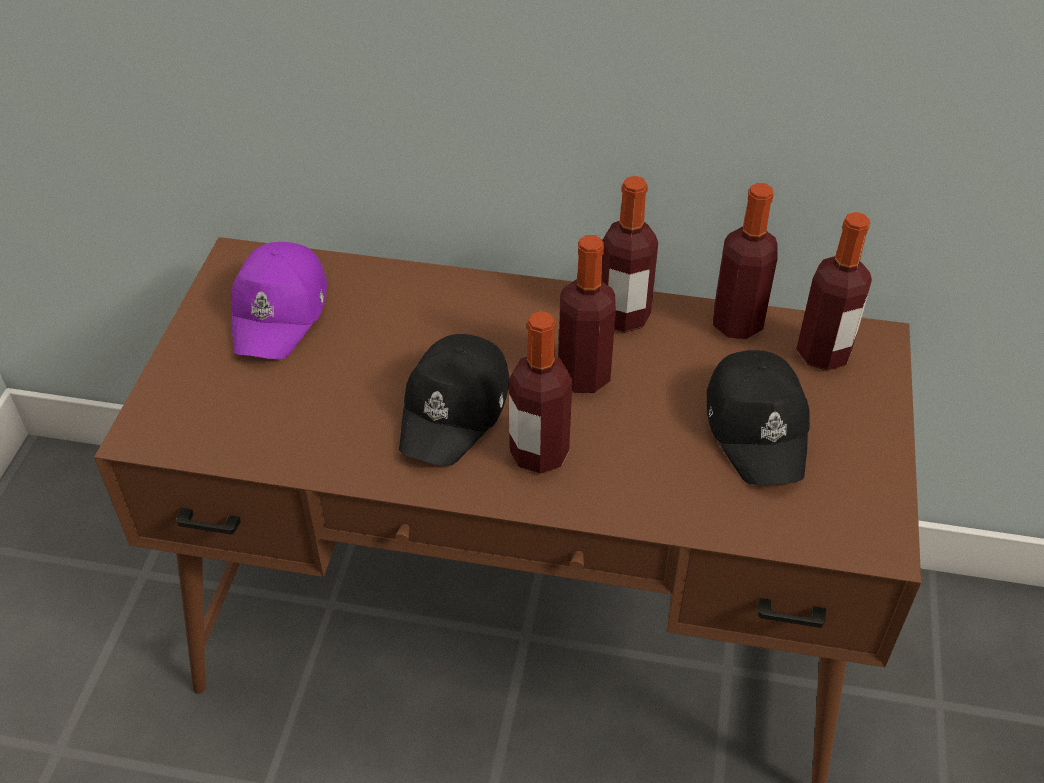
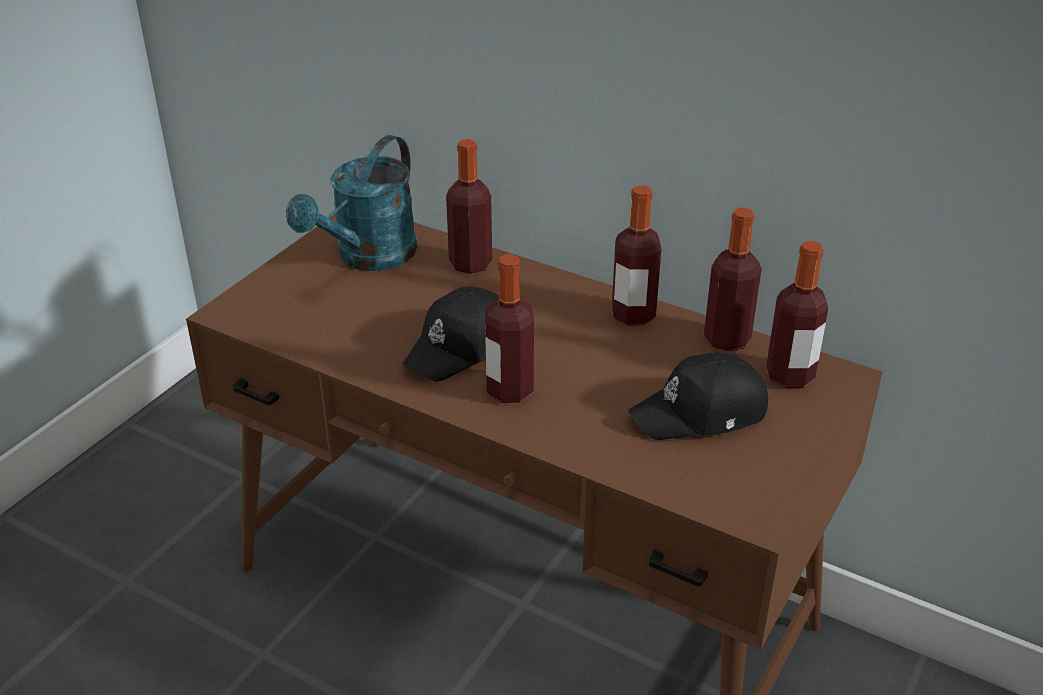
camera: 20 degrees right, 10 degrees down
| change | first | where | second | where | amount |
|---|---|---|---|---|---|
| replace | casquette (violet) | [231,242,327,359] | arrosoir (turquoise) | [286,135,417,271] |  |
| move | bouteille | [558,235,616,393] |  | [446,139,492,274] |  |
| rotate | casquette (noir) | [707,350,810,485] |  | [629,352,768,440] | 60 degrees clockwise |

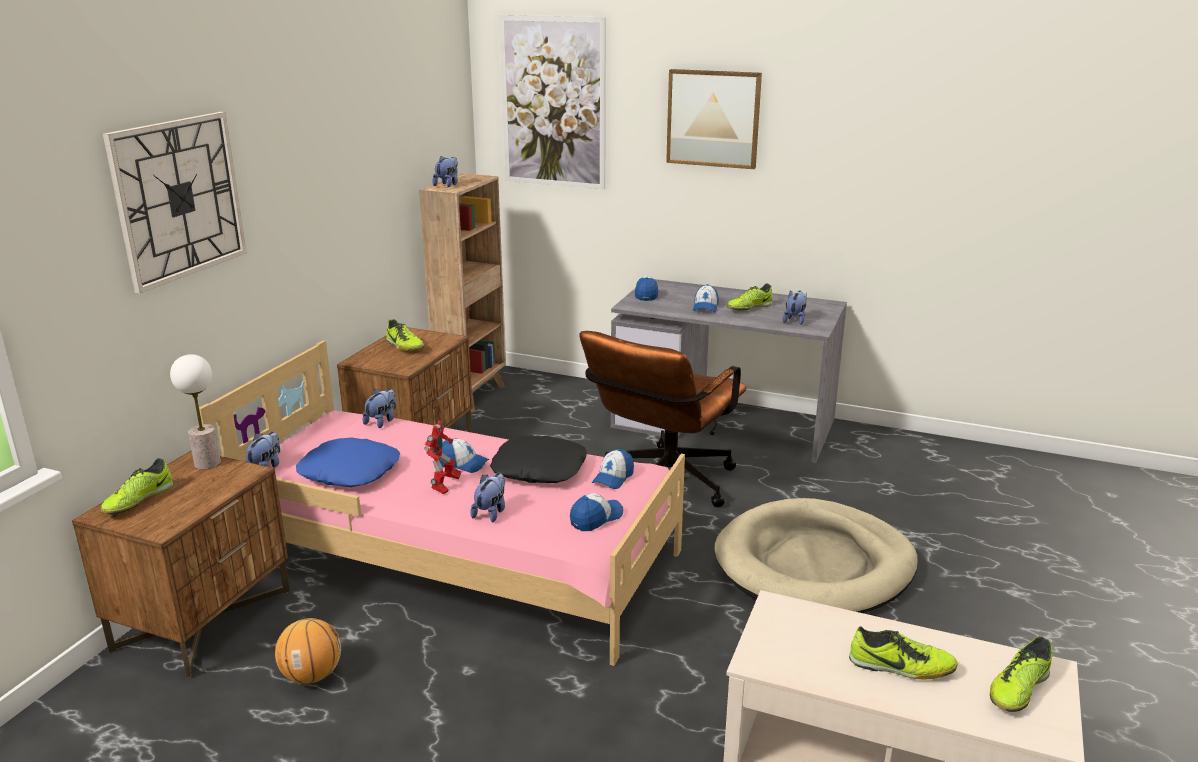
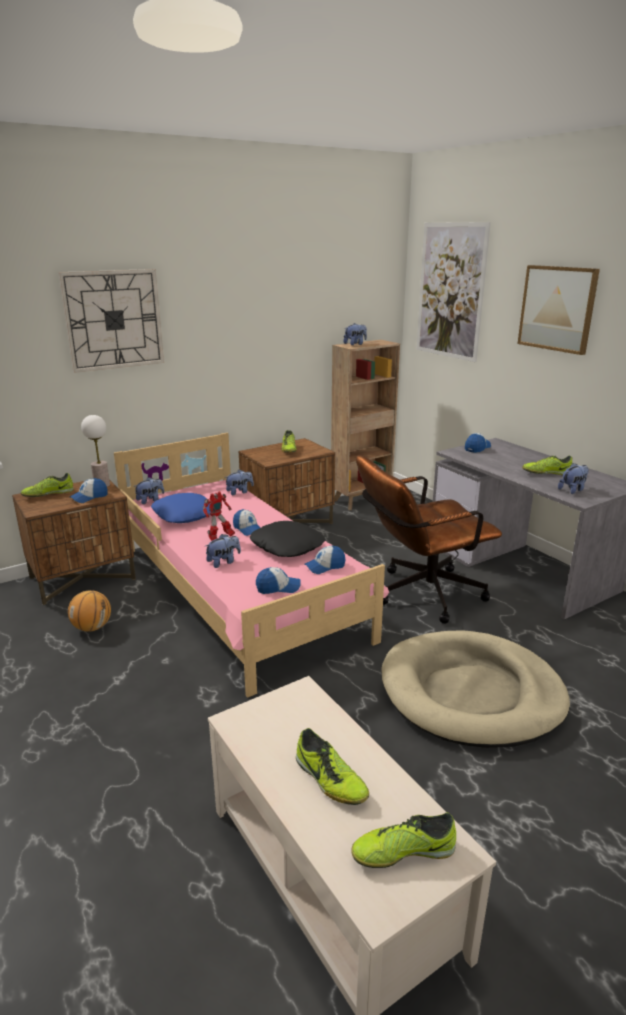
camera: 35 degrees right, 0 degrees up
| change | first | where | second | where | amount |
|---|---|---|---|---|---|
| move | casquette | [693,284,719,312] |  | [70,478,108,503] |  |

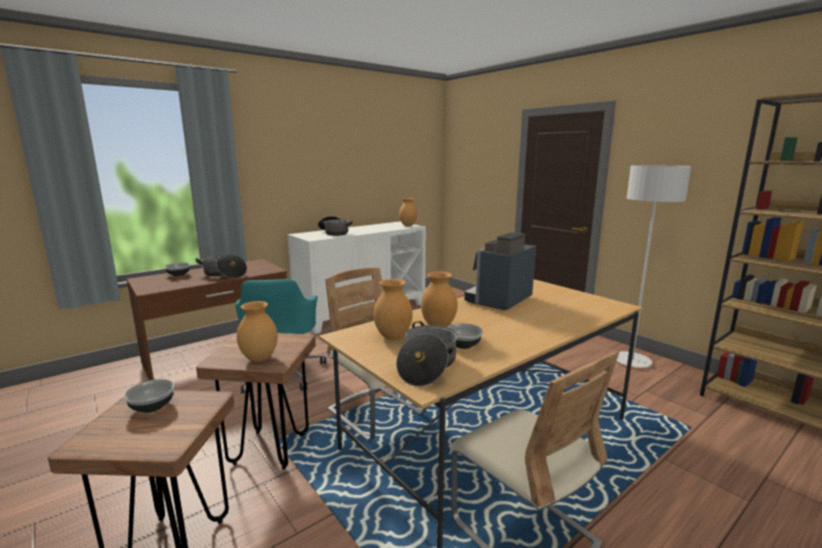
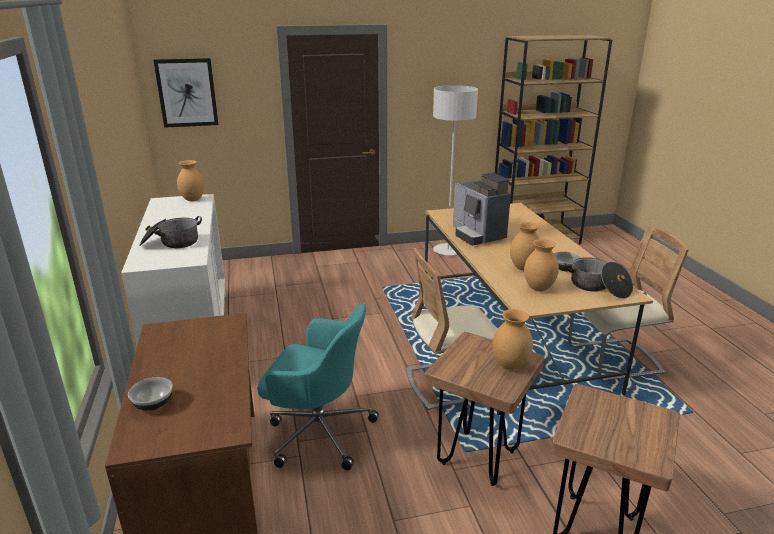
camera: 65 degrees left, 10 degrees up
| change | first | where | second | where | amount |
|---|---|---|---|---|---|
| delete | bol | [124,379,175,413] |  |  |  |
| delete | marmite | [195,254,247,278] |  |  |  |
| insert |  |  | tableau | [153,58,219,128] |  |

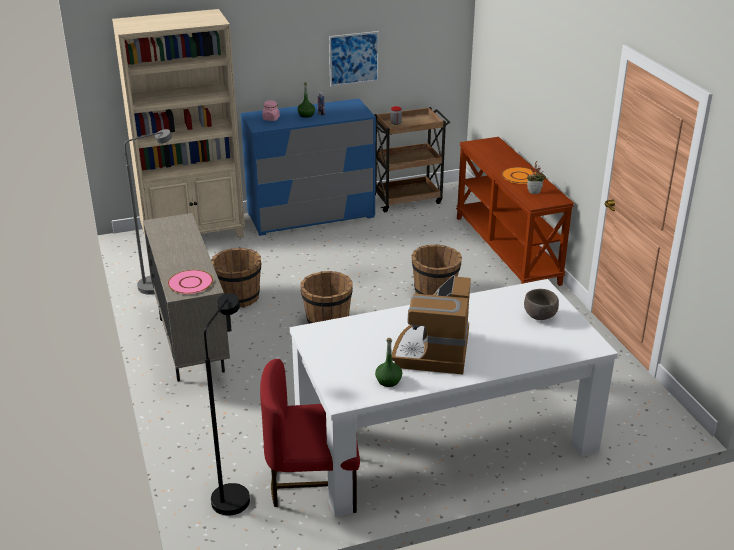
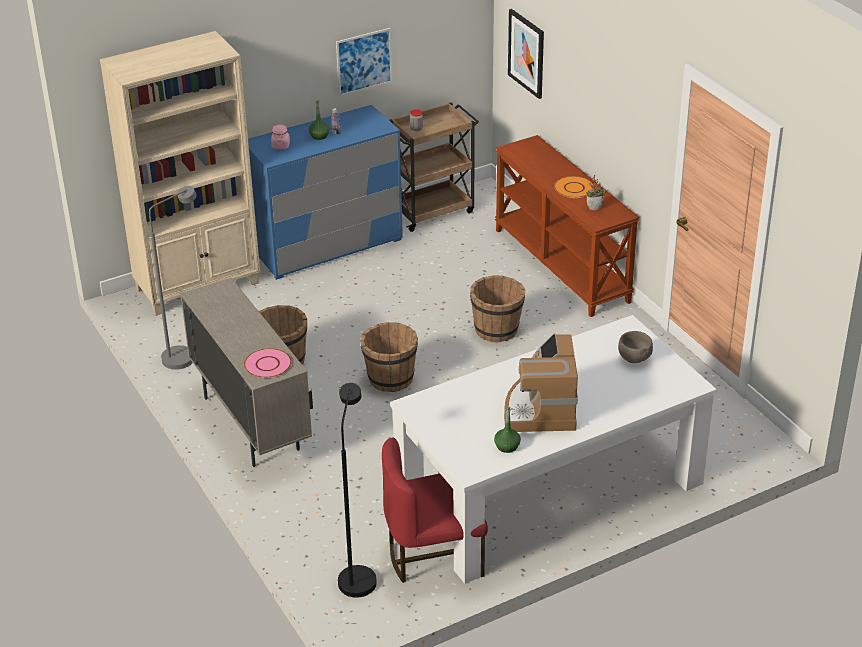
camera: 10 degrees left, 5 degrees up
| change | first | where | second | where | amount |
|---|---|---|---|---|---|
| insert |  |  | tableau | [508,9,544,99] |  |

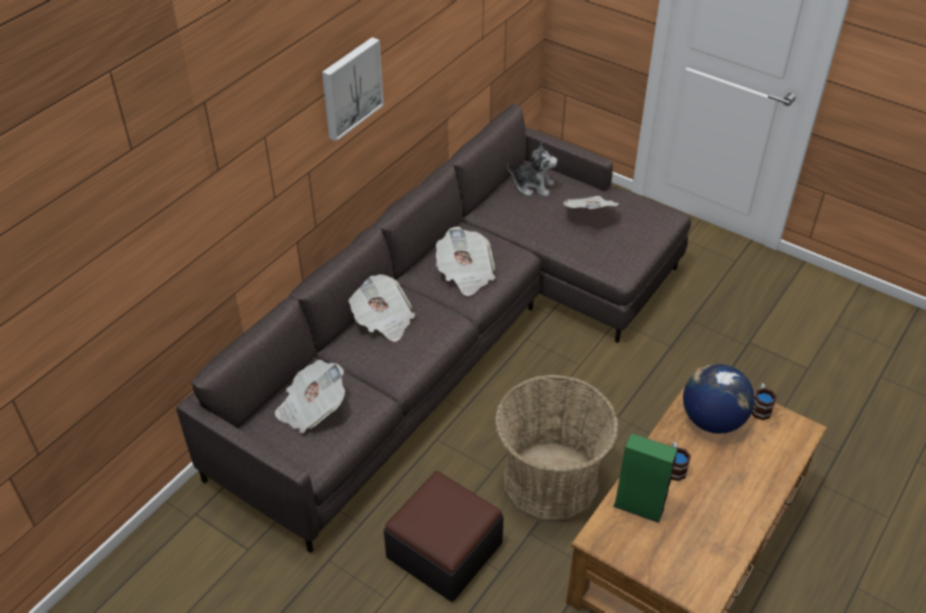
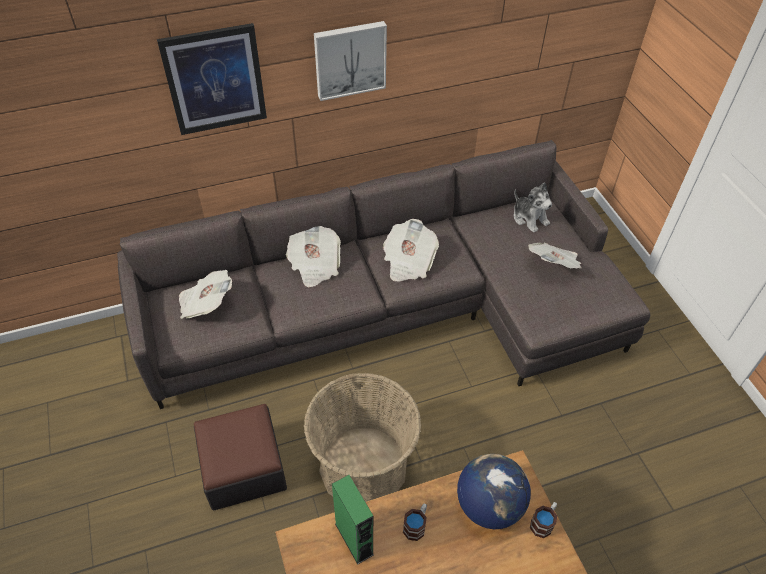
camera: 35 degrees right, 5 degrees up
| change | first | where | second | where | amount |
|---|---|---|---|---|---|
| insert |  |  | tableau | [157,23,267,135] |  |

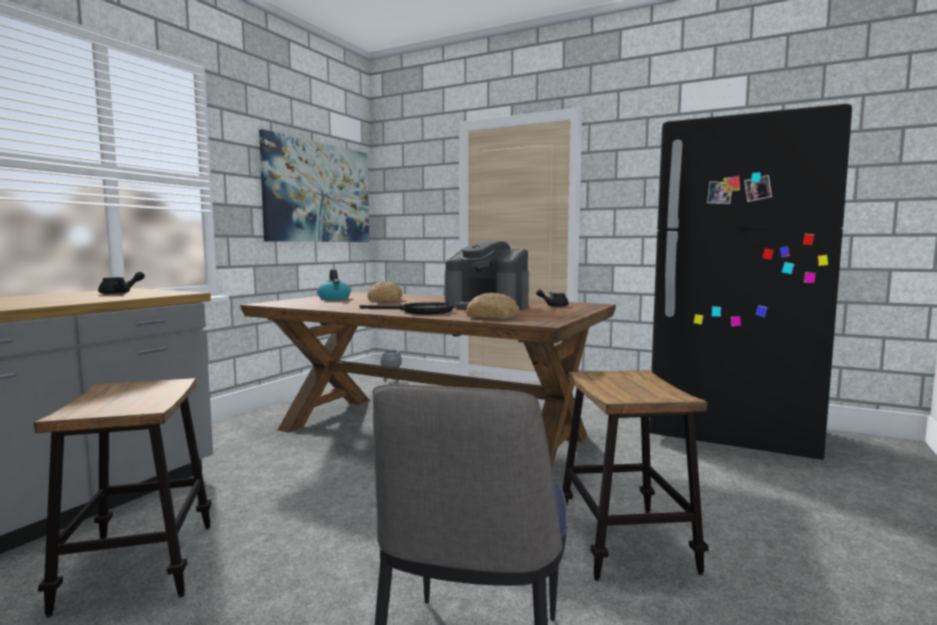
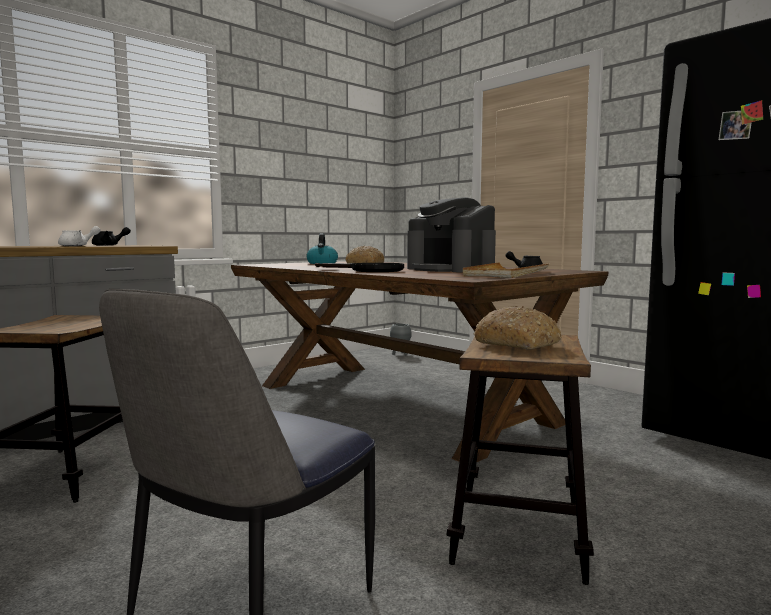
camera: 20 degrees right, 0 degrees up
| change | first | where | second | where | amount |
|---|---|---|---|---|---|
| delete | tableau | [259,129,369,242] |  |  |  |
| move | pain | [466,293,520,319] |  | [473,306,561,349] |  |
| insert |  |  | théière (blanc) | [58,226,101,246] |  |
| insert |  |  | plateau (beige) | [463,262,549,278] |  |

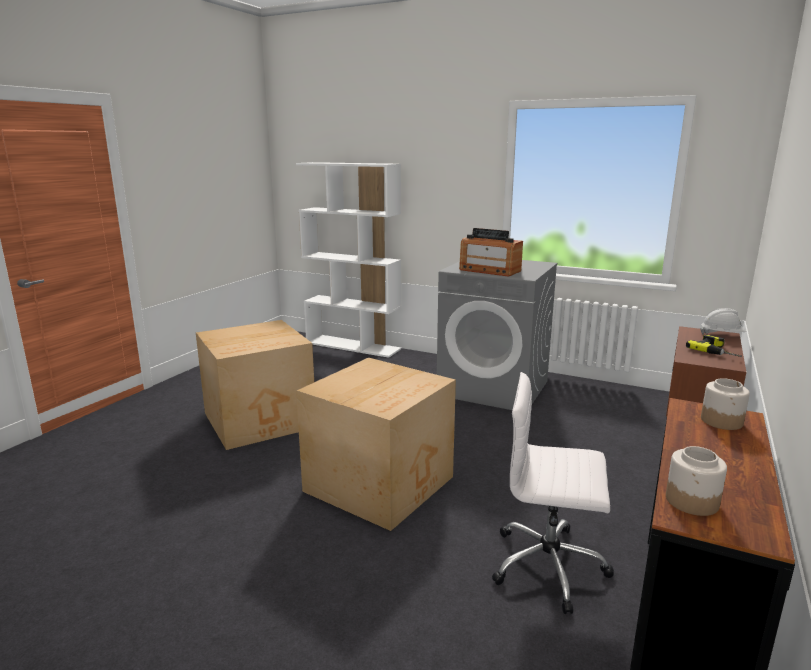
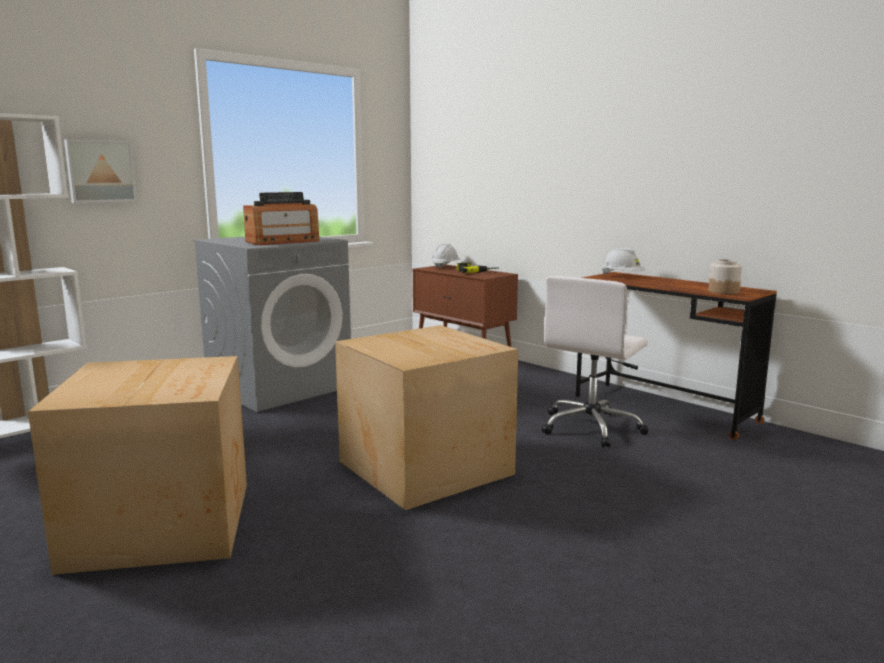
camera: 70 degrees left, 5 degrees down
| change | first | where | second | where | amount |
|---|---|---|---|---|---|
| replace | bocal | [701,378,750,430] | casque de chantier (blanc) | [602,248,645,275] |  |
| insert |  |  | tableau | [64,139,137,203] |  |

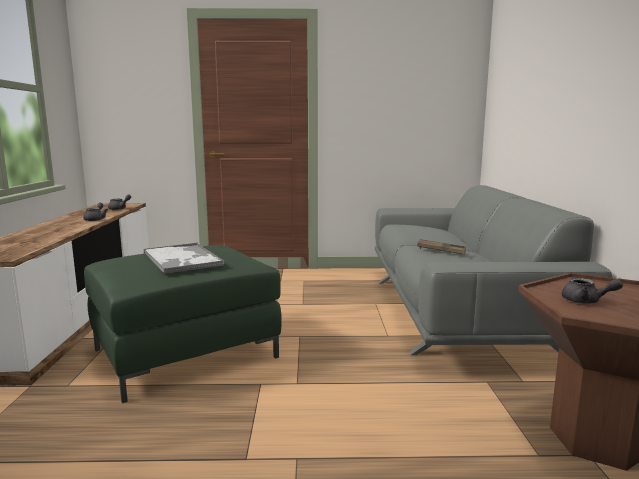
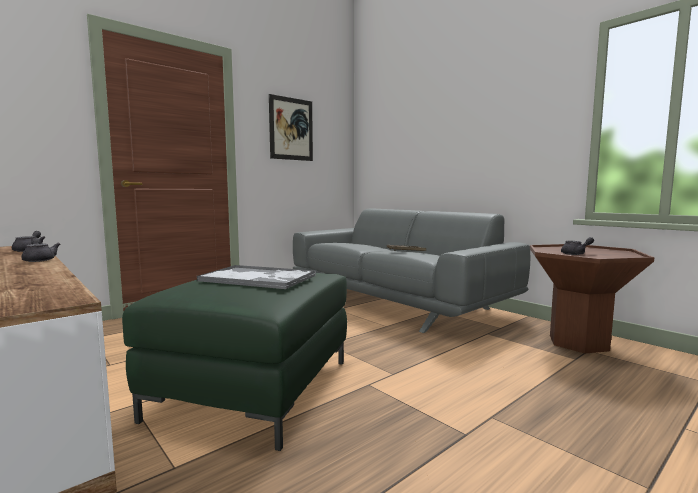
camera: 40 degrees left, 5 degrees down
| change | first | where | second | where | amount |
|---|---|---|---|---|---|
| insert |  |  | tableau | [269,94,313,161] |  |

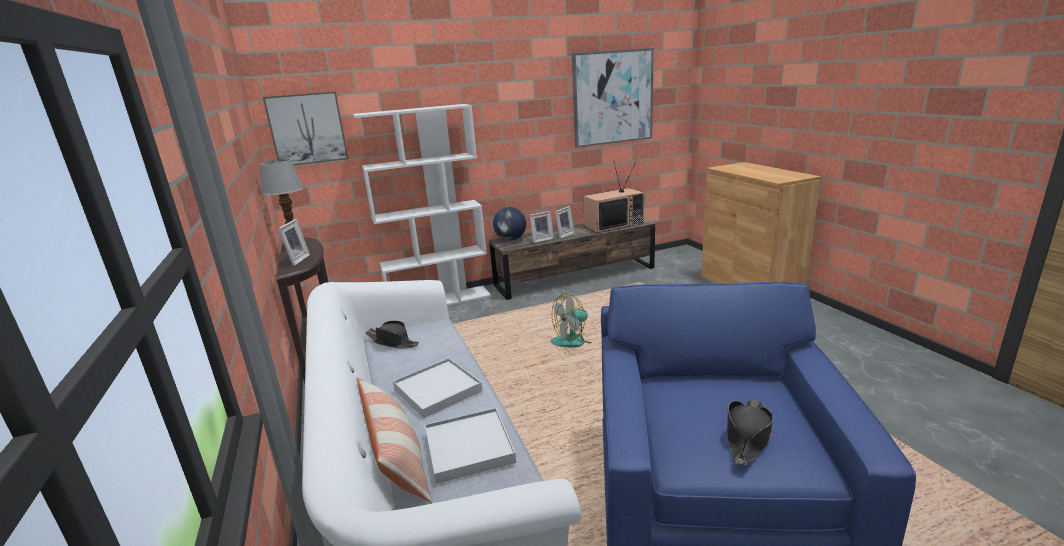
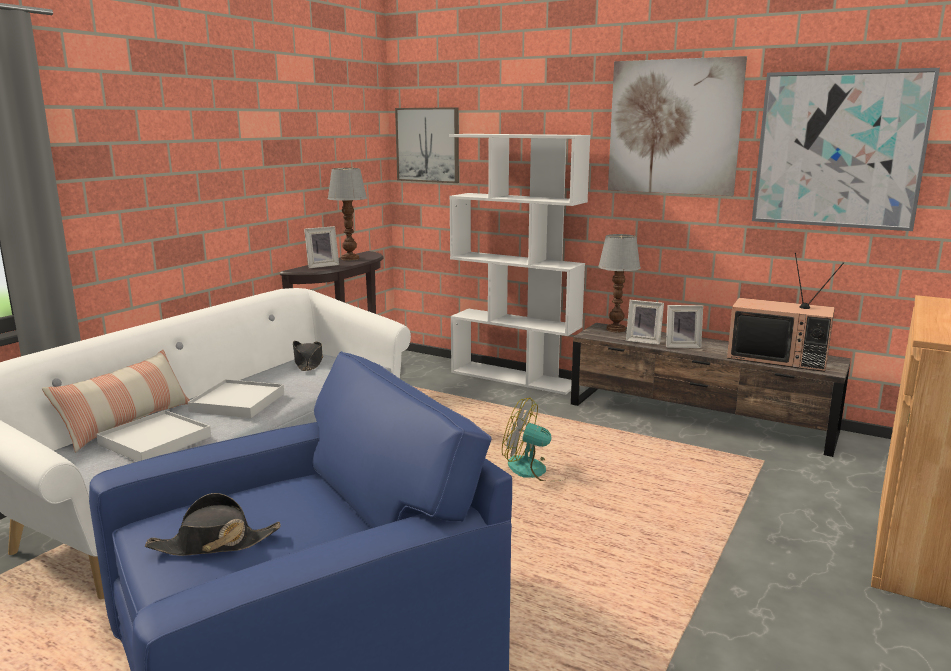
camera: 50 degrees right, 5 degrees down
| change | first | where | second | where | amount |
|---|---|---|---|---|---|
| replace | globe | [493,207,526,241] | lampe de table | [598,234,641,332] |  |
| insert |  |  | tableau | [608,56,747,196] |  |

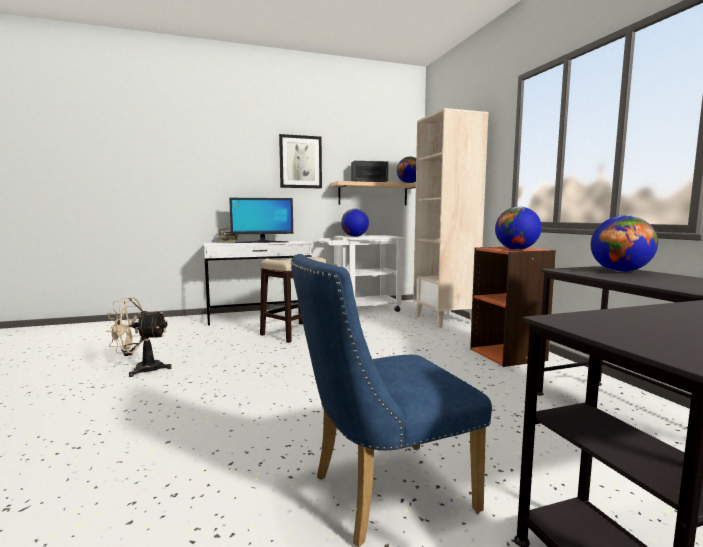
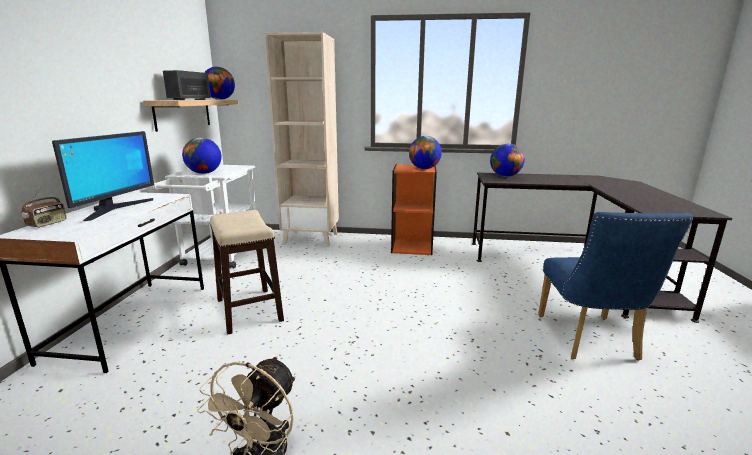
camera: 65 degrees left, 10 degrees up
| change | first | where | second | where | amount |
|---|---|---|---|---|---|
| delete | tableau | [279,134,322,188] |  |  |  |

